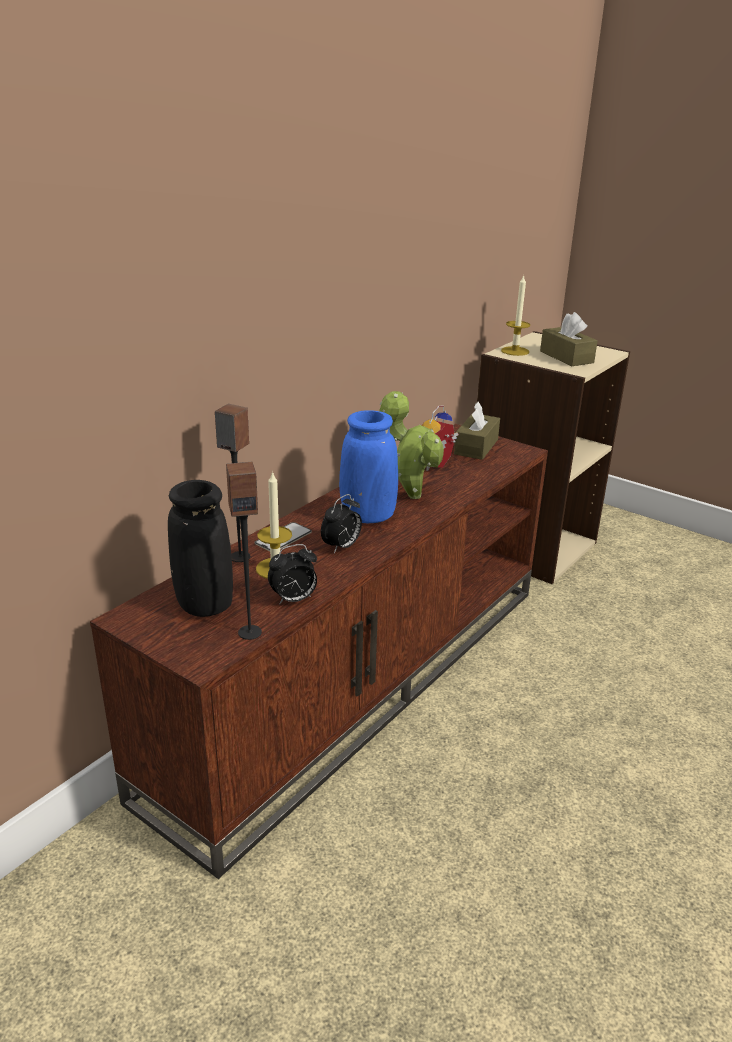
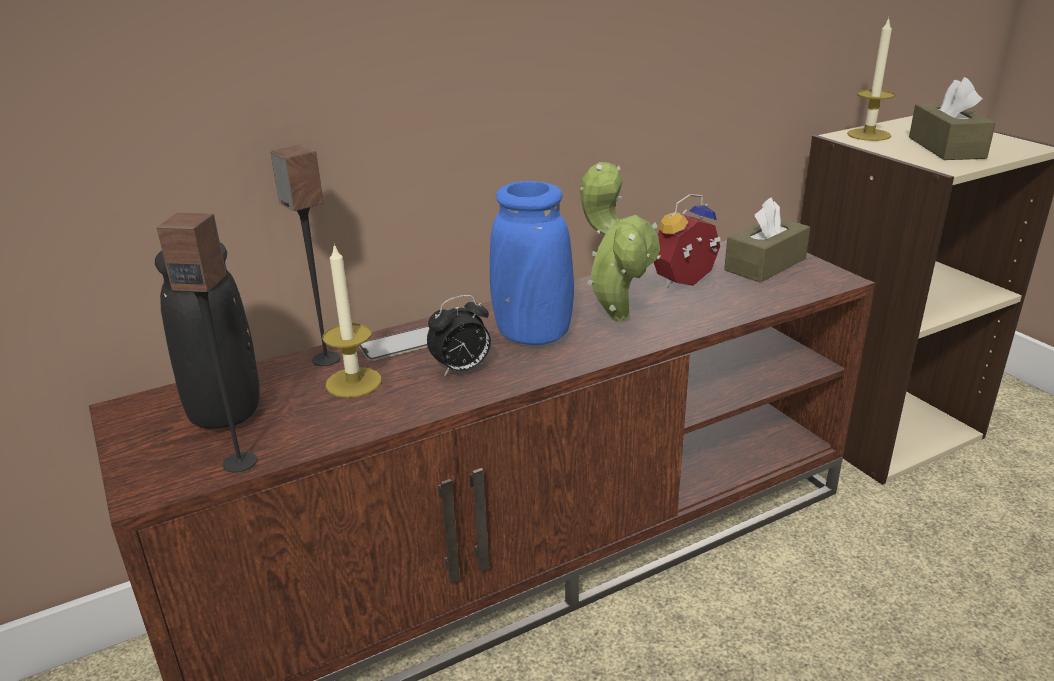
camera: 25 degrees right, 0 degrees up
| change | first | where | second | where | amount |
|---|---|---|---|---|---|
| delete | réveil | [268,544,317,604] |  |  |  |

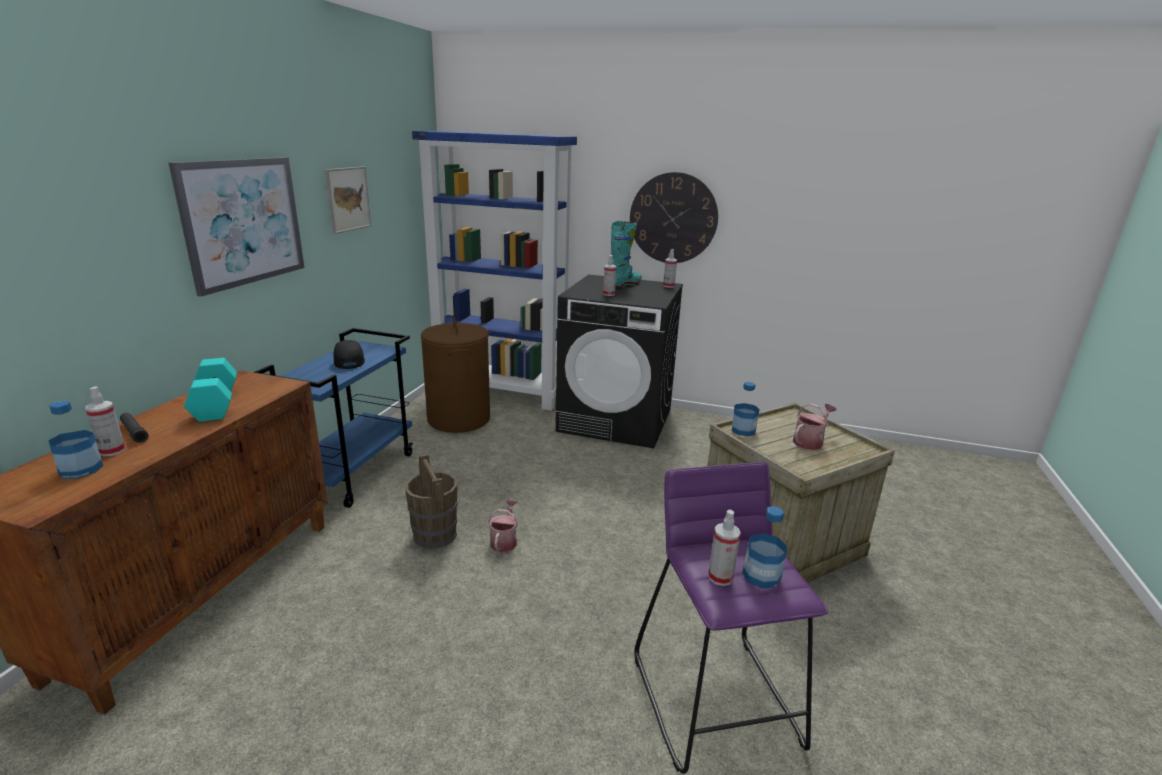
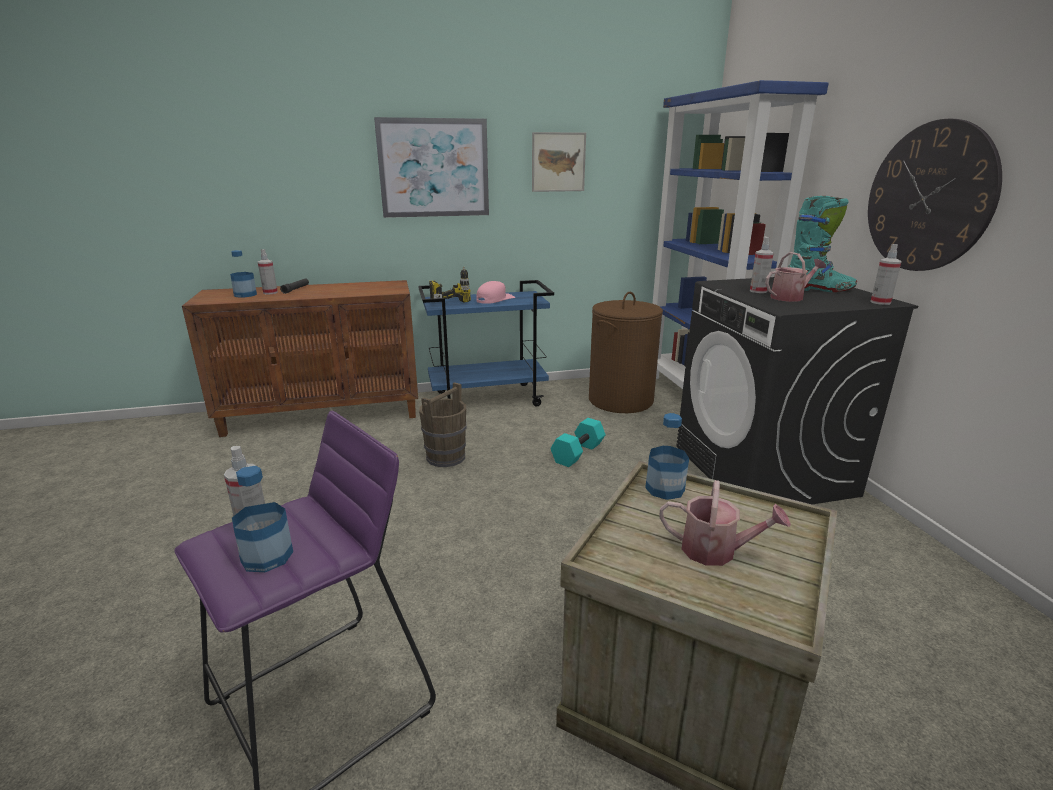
camera: 60 degrees right, 0 degrees up
| change | first | where | second | where | amount |
|---|---|---|---|---|---|
| move | haltère (turquoise) | [184,358,237,422] |  | [550,418,606,467] |  |
| recolor | casquette (noir) | [334,340,365,369] | casquette (rose) | [476,281,515,304] |  |
| move | arrosoir | [488,500,518,552] |  | [765,252,826,302] |  |
| insert |  |  | perceuse | [429,267,471,302] |  |

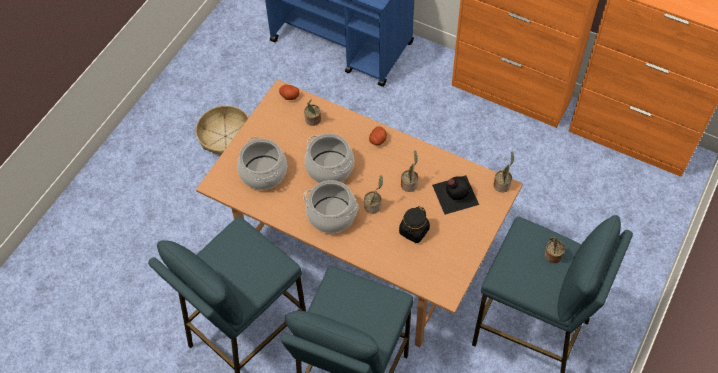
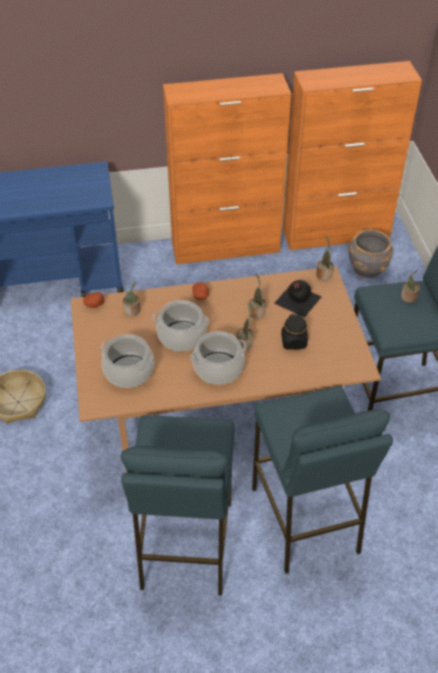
camera: 40 degrees left, 10 degrees down
| change | first | where | second | where | amount |
|---|---|---|---|---|---|
| insert |  |  | cache-pot (gris) | [348,229,393,278] |  |

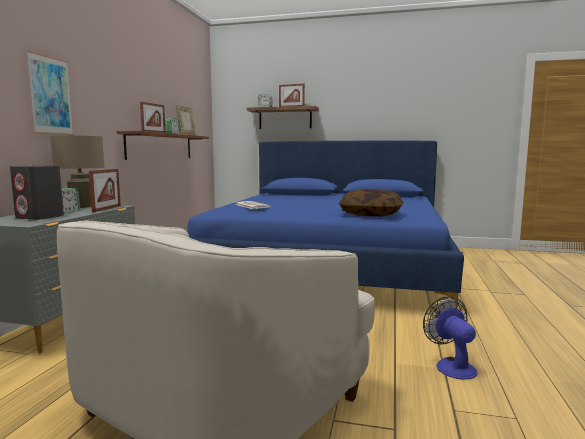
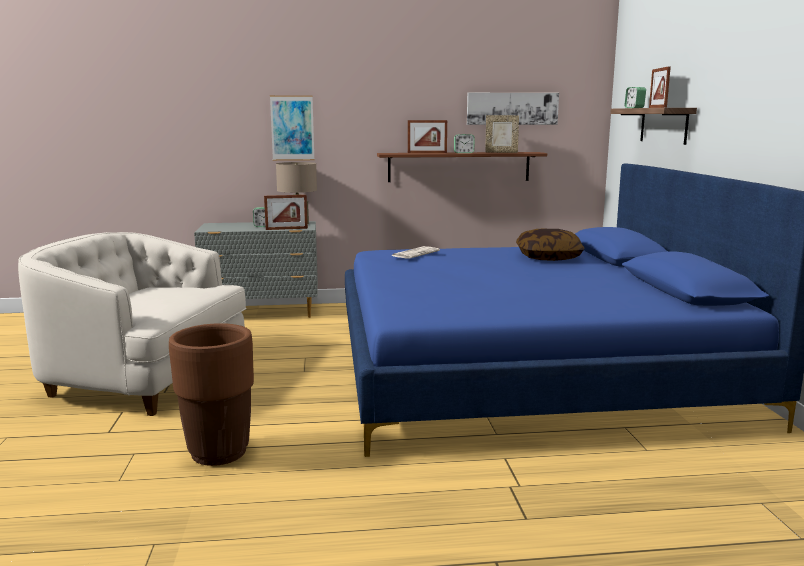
camera: 70 degrees right, 5 degrees up
| change | first | where | second | where | amount |
|---|---|---|---|---|---|
| delete | enceinte (gris) | [10,165,64,220] |  |  |  |
| move | coussin | [339,189,404,217] |  | [516,229,585,261] |  |
| replace | ventilateur | [423,296,477,380] | cache-pot (marron) | [169,323,254,466] |  |
| insert |  |  | tableau | [467,93,559,125] |  |

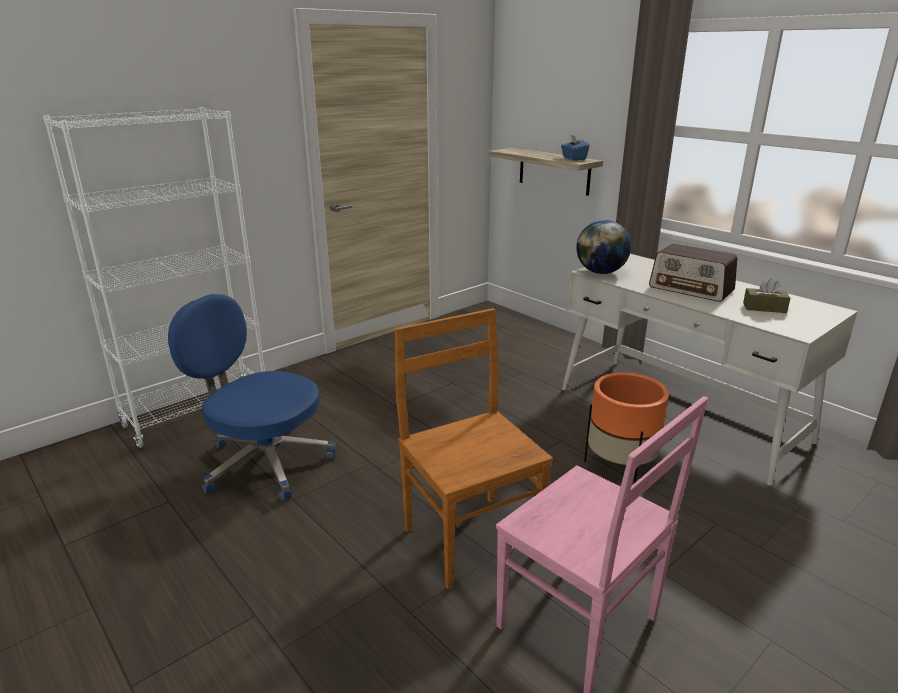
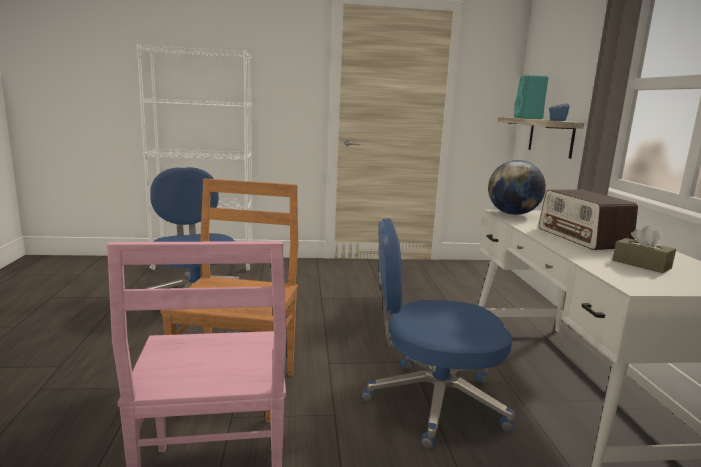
camera: 35 degrees right, 10 degrees down
| change | first | where | second | where | amount |
|---|---|---|---|---|---|
| replace | cache-pot (orange) | [584,372,669,484] | chaise de bureau (bleu) | [361,218,515,449] |  |
| insert |  |  | enceinte (turquoise) | [514,75,548,119] |  |

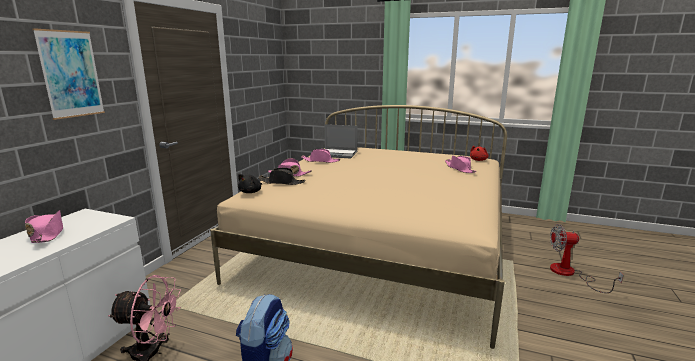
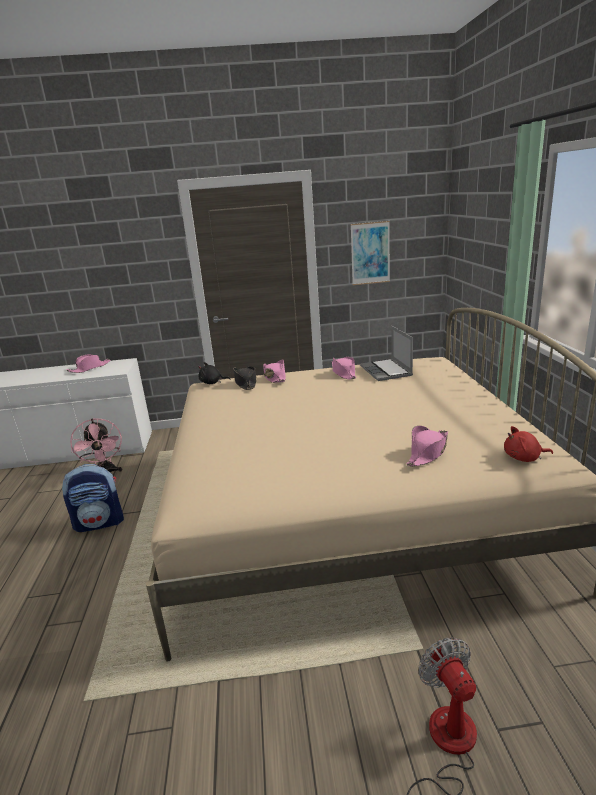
camera: 65 degrees right, 5 degrees up
| change | first | where | second | where | amount |
|---|---|---|---|---|---|
| move | tableau | [32,28,105,120] |  | [351,221,390,285] |  |

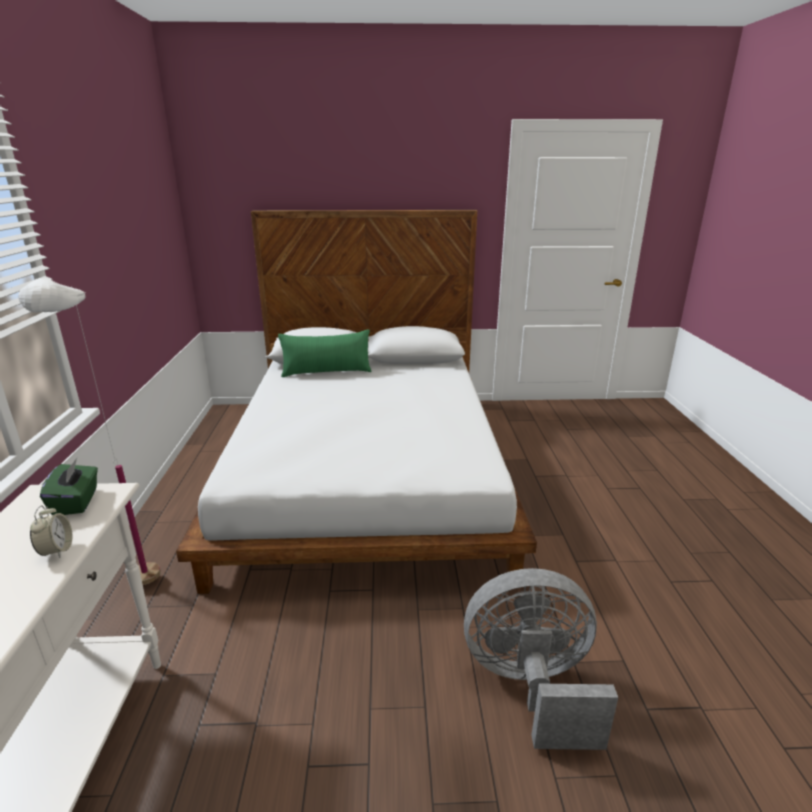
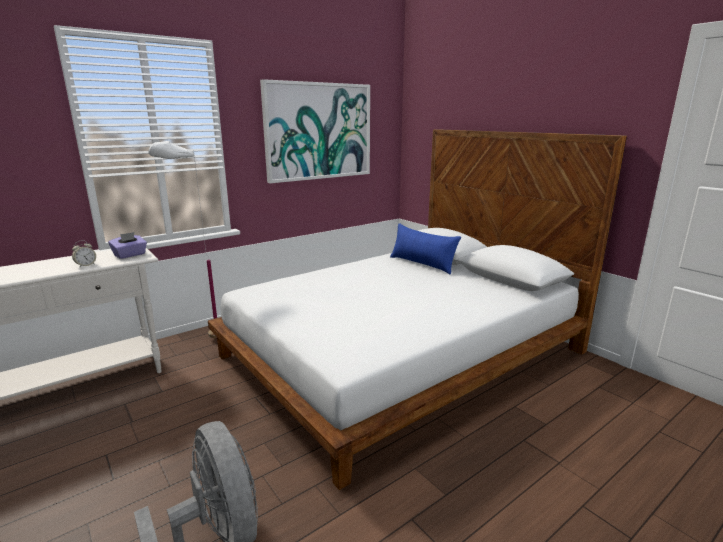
camera: 55 degrees right, 5 degrees down
| change | first | where | second | where | amount |
|---|---|---|---|---|---|
| recolor | boîte à mouchoirs (vert) | [40,458,98,515] | boîte à mouchoirs (violet) | [108,232,147,259] |  |
| recolor | coussin (vert) | [278,329,371,377] | coussin (bleu) | [390,223,461,275] |  |
| insert |  |  | tableau | [260,79,370,183] |  |

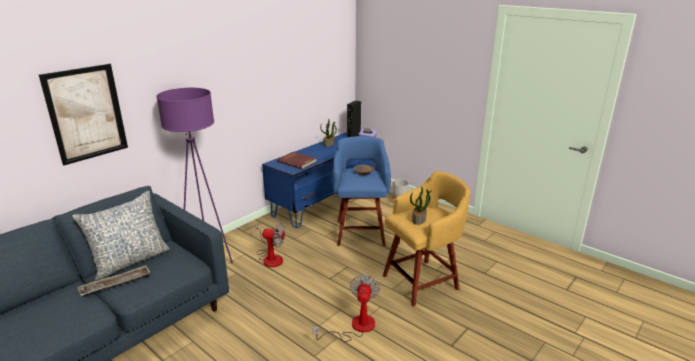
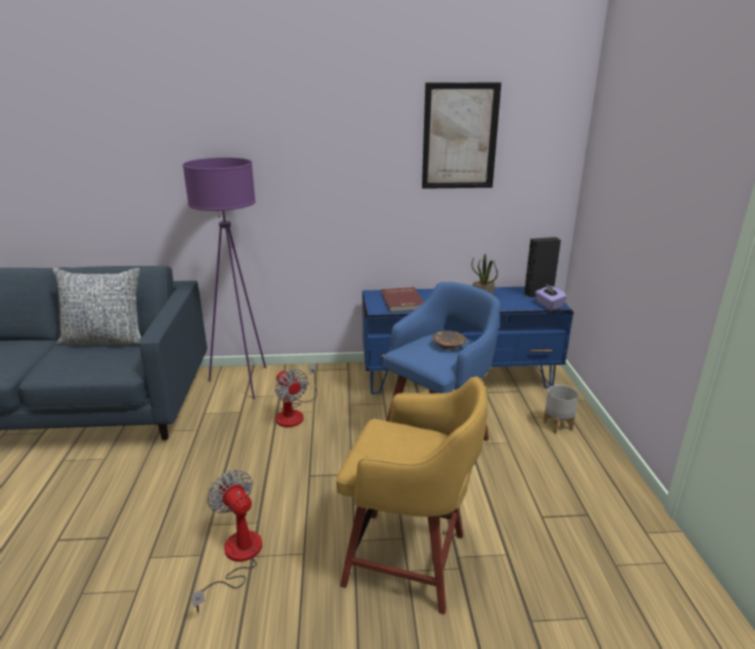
camera: 45 degrees right, 0 degrees up
| change | first | where | second | where | amount |
|---|---|---|---|---|---|
| move | tableau | [39,64,128,166] |  | [422,82,502,189] |  |
| delete | plateau | [78,265,151,297] |  |  |  |
| rotate | ventilateur | [312,275,380,342] |  | [191,470,262,613] | 90 degrees counterclockwise |
| delete | plante en pot | [410,186,432,225] |  |  |  |

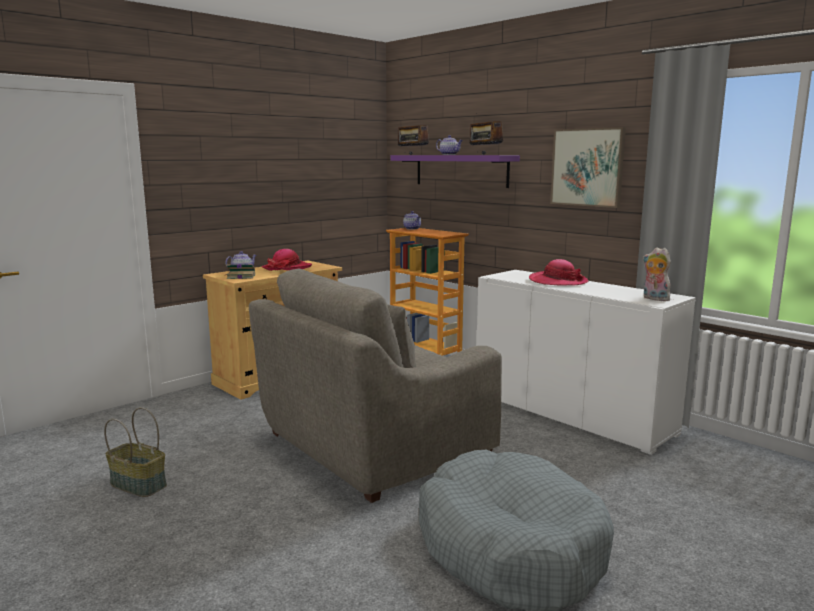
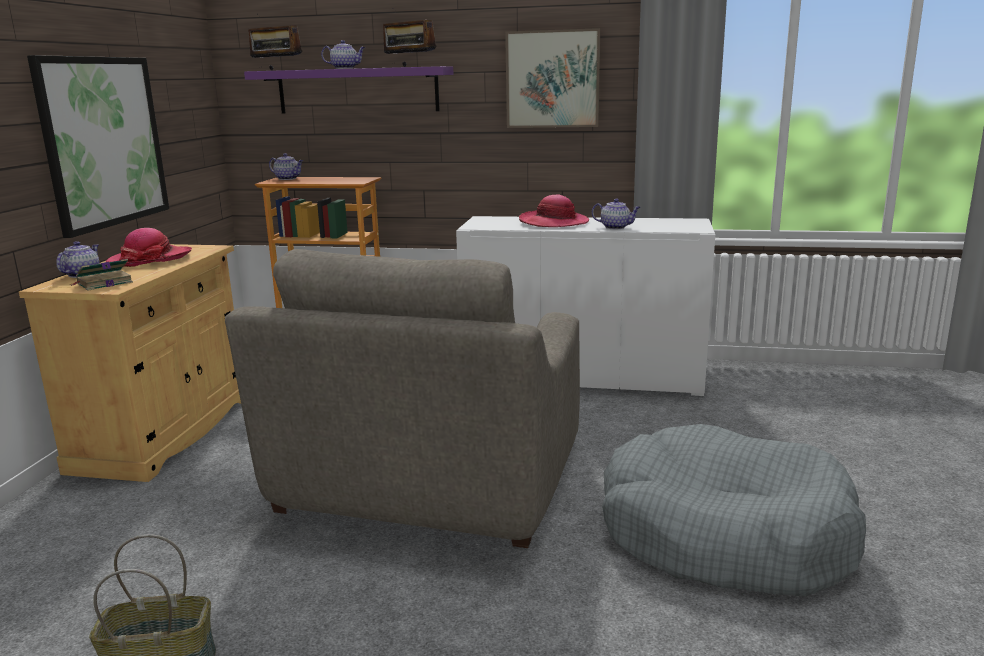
camera: 35 degrees left, 5 degrees up
| change | first | where | second | where | amount |
|---|---|---|---|---|---|
| delete | peluche | [642,247,671,301] |  |  |  |
| insert |  |  | tableau | [27,55,169,238] |  |
| insert |  |  | théière | [592,198,641,229] |  |

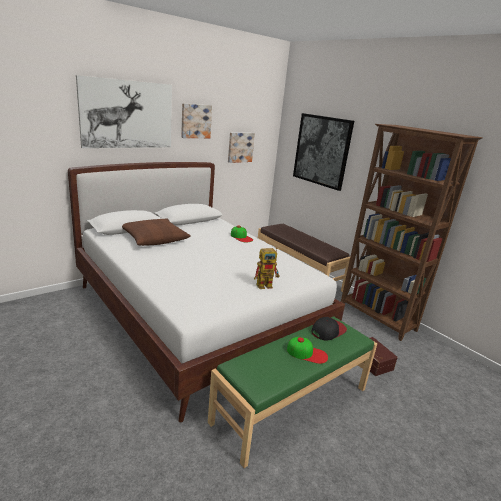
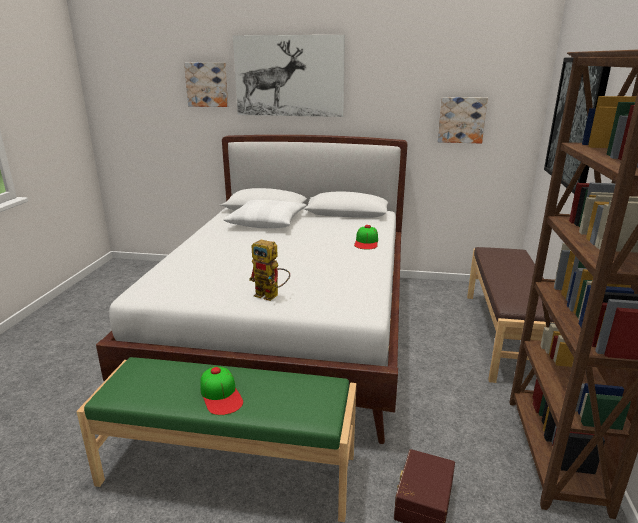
camera: 50 degrees right, 0 degrees up
| change | first | where | second | where | amount |
|---|---|---|---|---|---|
| recolor | coussin (marron) | [122,219,191,246] | coussin (blanc) | [223,200,307,228] |  |
| move | tableau | [181,103,212,138] |  | [184,63,228,107] |  |
| delete | casquette | [312,317,347,340] |  |  |  |

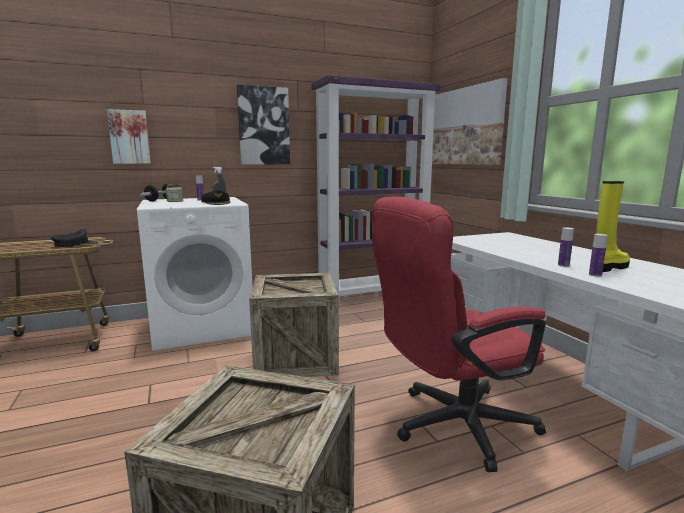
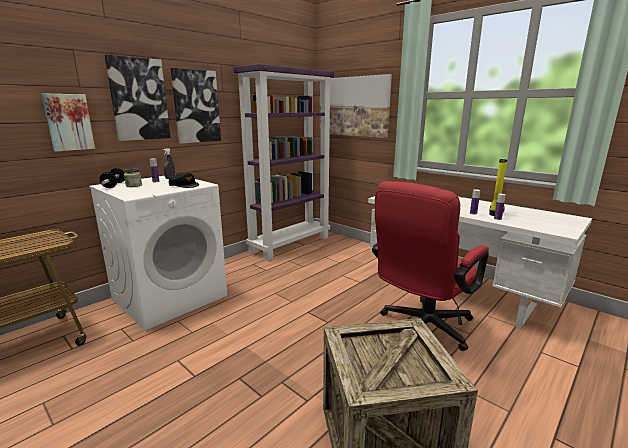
camera: 25 degrees left, 5 degrees up
| change | first | where | second | where | amount |
|---|---|---|---|---|---|
| delete | casquette (noir) | [51,229,97,247] |  |  |  |
| delete | caisse | [249,273,339,377] |  |  |  |
| insert |  |  | tableau | [105,55,171,141] |  |

